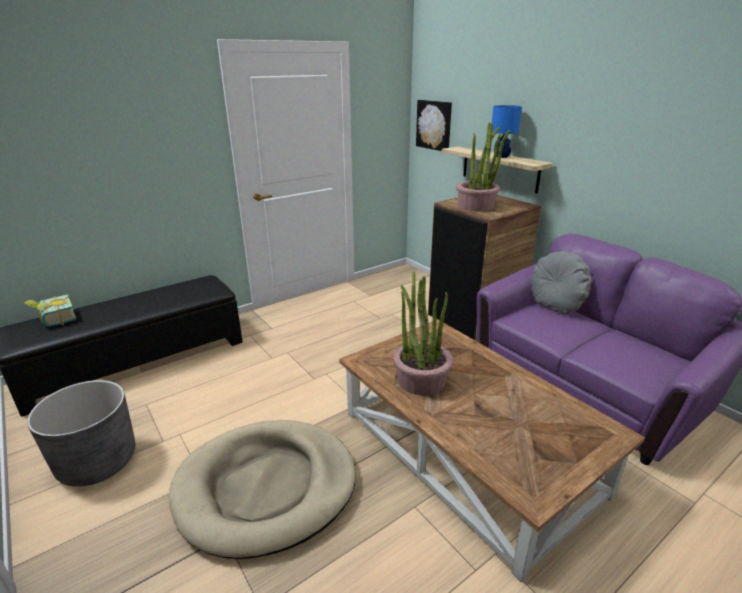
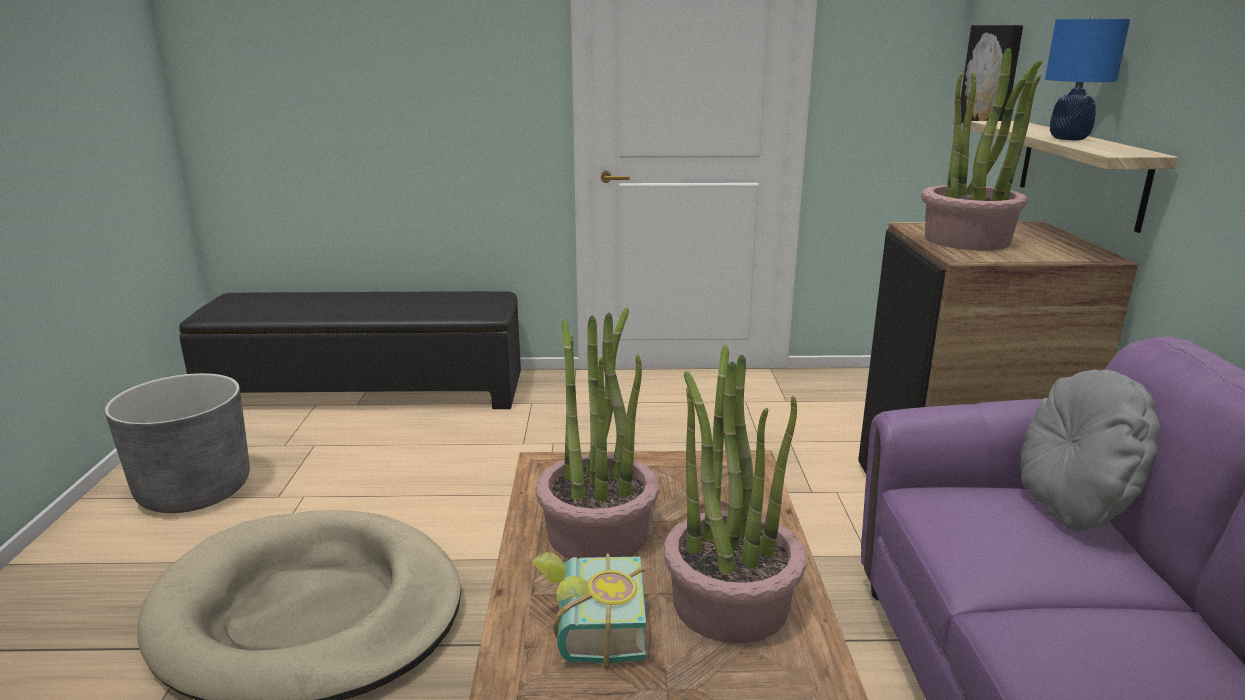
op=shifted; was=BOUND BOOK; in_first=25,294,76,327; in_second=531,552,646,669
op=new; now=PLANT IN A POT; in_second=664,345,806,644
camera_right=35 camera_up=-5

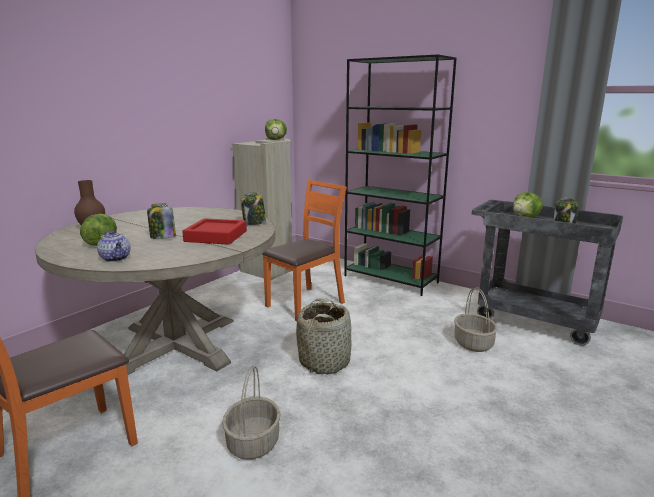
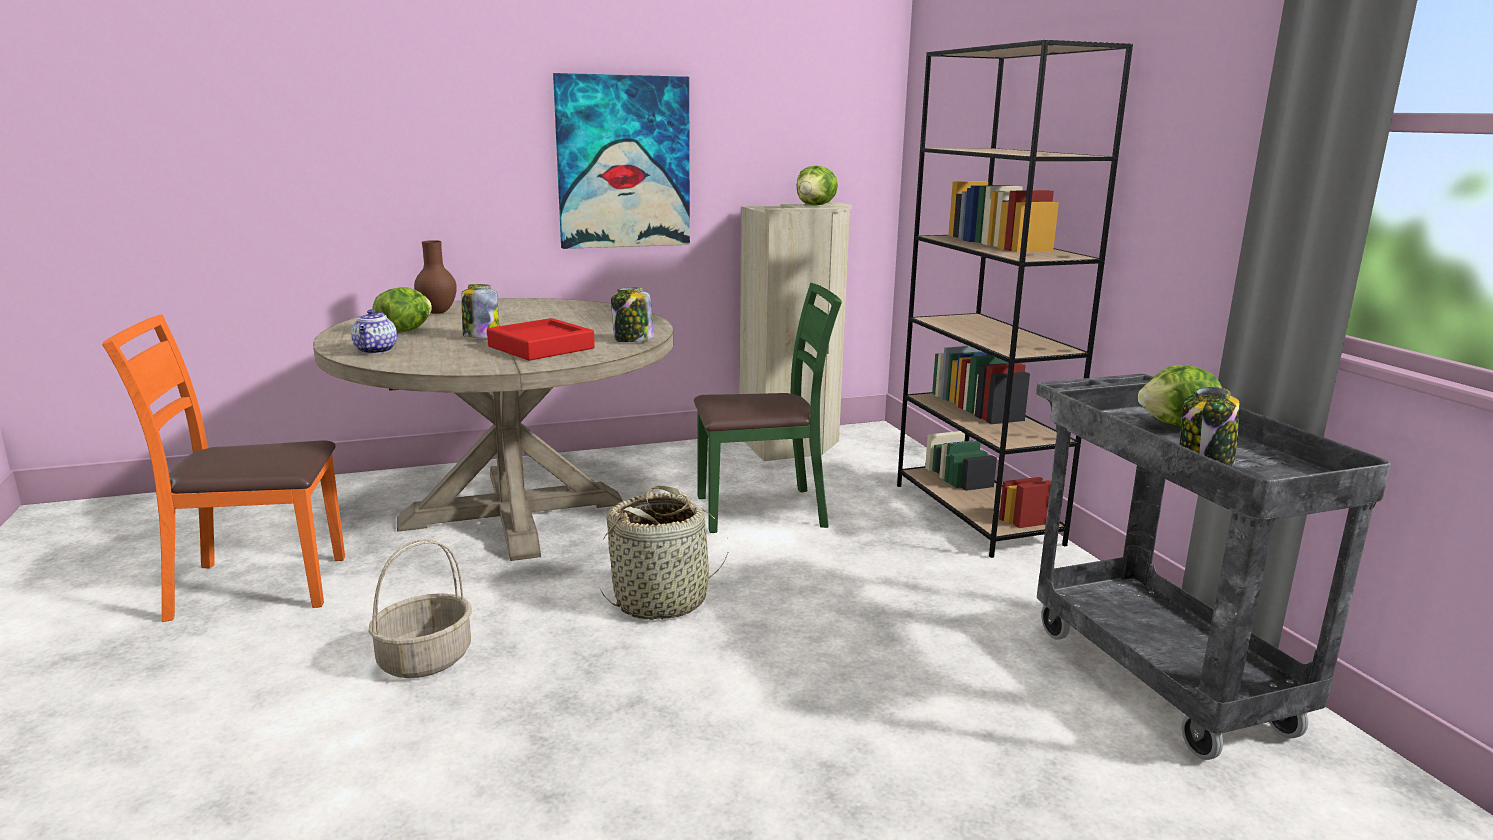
op=repainted; was=ORANGE PLAIN CHAIR; now=GREENISH PLAIN CHAIR; in_first=262,180,347,321; in_second=694,283,842,533
op=repainted; was=GREENISH BOOKCASE; now=BEIGE-COLOURED BOOKCASE; in_first=344,55,457,296; in_second=897,40,1133,558
op=gone; was=STORAGE BASKET; in_first=454,287,498,352
op=new; now=WALL PICTURE; in_second=553,73,690,249
camera_right=35 camera_up=0

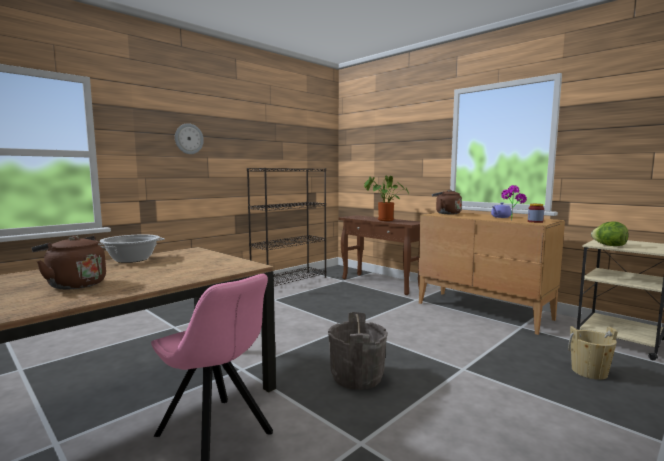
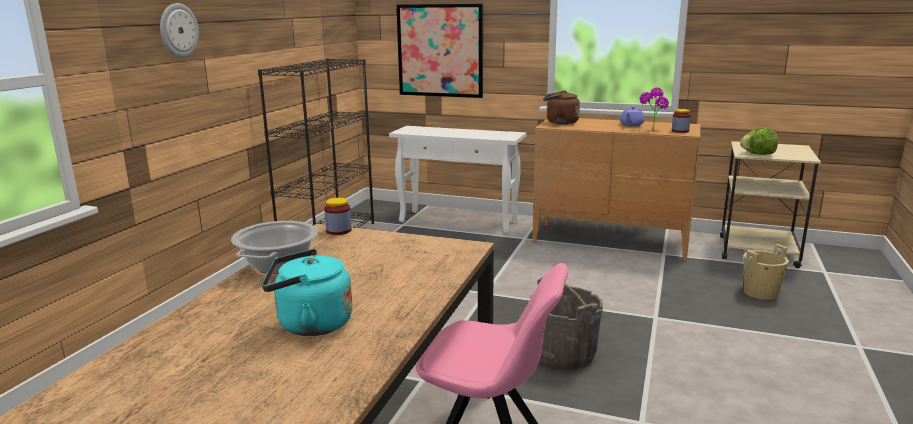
op=repainted; was=BROWN-COLOURED KETTLE; now=TURQUOISE-COLOURED KETTLE; in_first=32,236,106,289; in_second=262,249,352,336
op=repainted; was=BROWN-COLOURED NARROW TABLE; now=WHITE NARROW TABLE; in_first=339,215,420,295; in_second=389,126,527,234
op=gone; was=PLANT IN A POT; in_first=364,175,409,221
op=new; now=STORAGE JAR; in_second=324,198,352,235
op=new; now=WALL PICTURE; in_second=396,4,483,98
camera_right=-25 camera_up=10

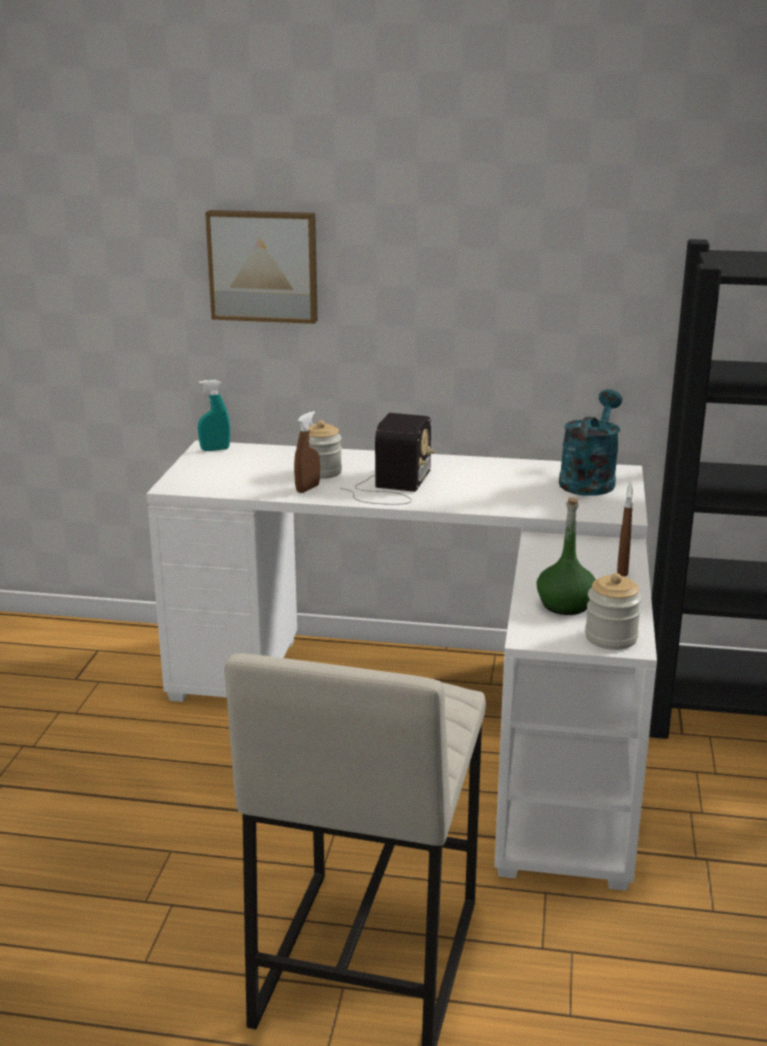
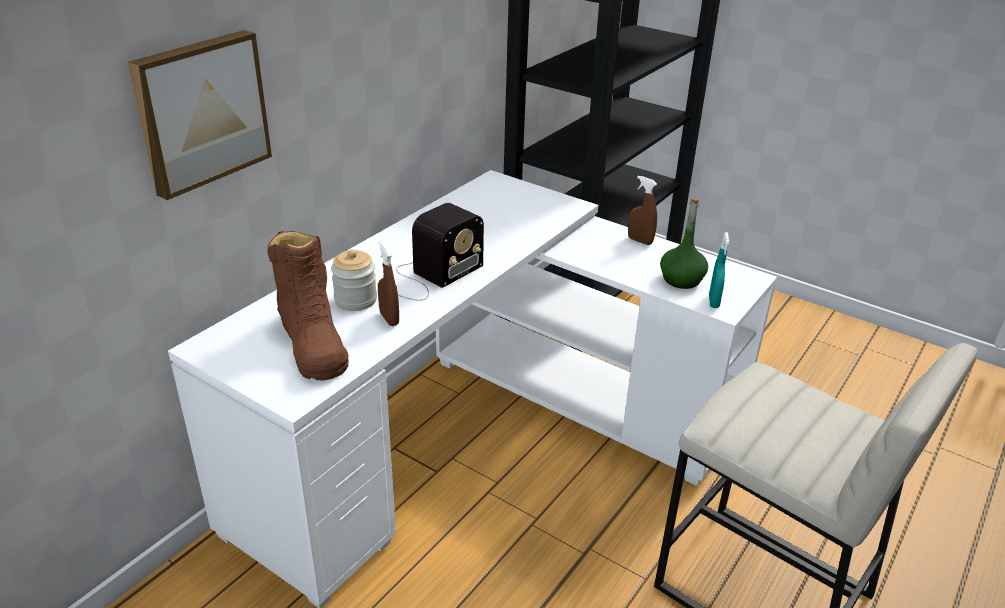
op=shifted; was=TURQUOISE-COLOURED SPRAYER; in_first=198,380,230,451; in_second=709,232,729,308
op=rotated; was=RADIO RECEIVER; in_first=340,413,435,505; in_second=396,203,484,301; clockwise=90
op=gone; was=TURQUOISE-COLOURED SPRINKLING CAN; in_first=559,389,623,496
op=gone; was=STORAGE JAR; in_first=585,573,642,650
op=new; now=BROWN-COLOURED TALL BOOT; in_second=267,231,349,381
camera_right=-65 camera_up=10

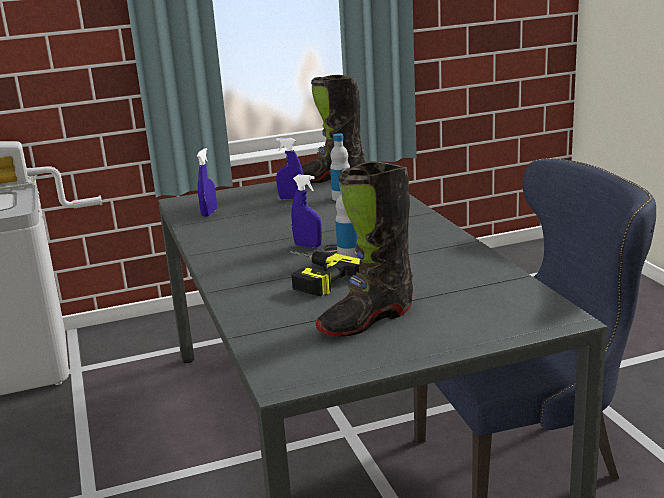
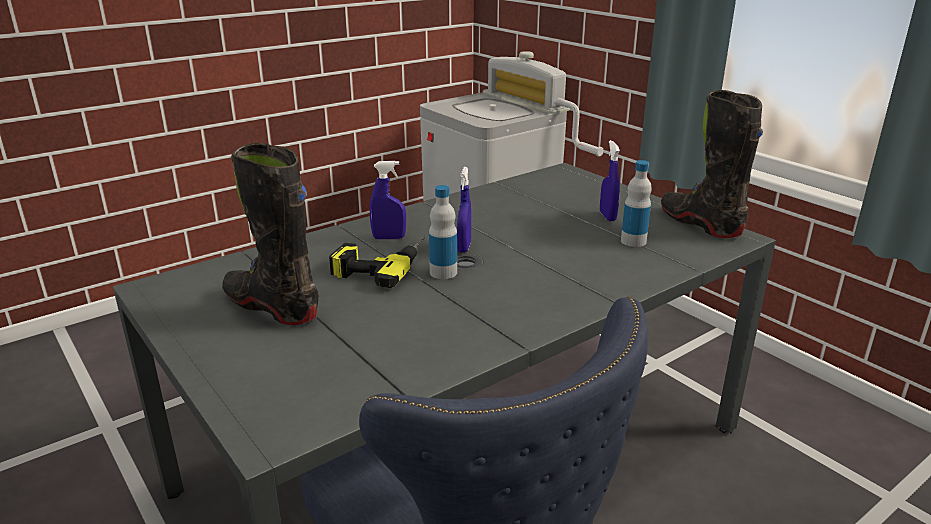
op=shifted; was=BLUISH SPRAYER; in_first=197,148,217,217; in_second=370,161,406,239
camera_right=70 camera_up=5

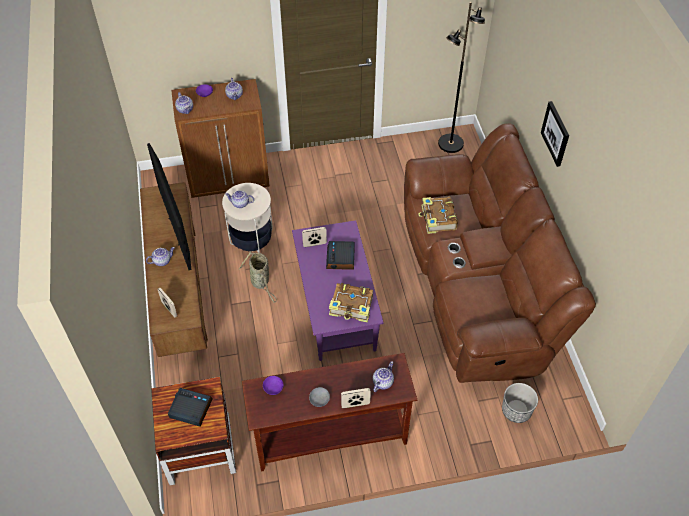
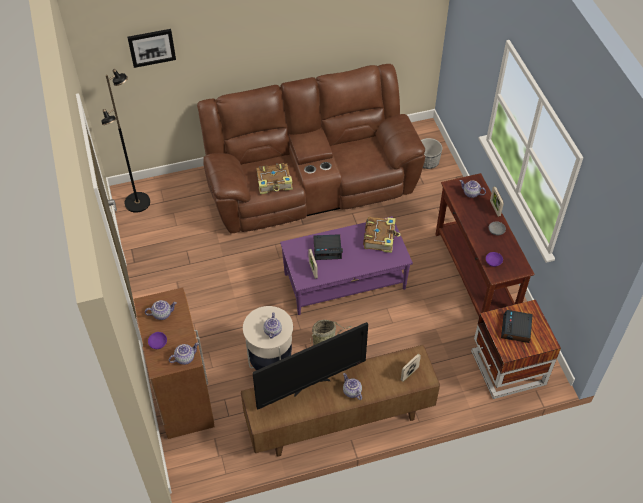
op=shifted; was=WALL PICTURE; in_first=541,101,569,167; in_second=127,29,176,68
camera_right=-95 camera_up=0

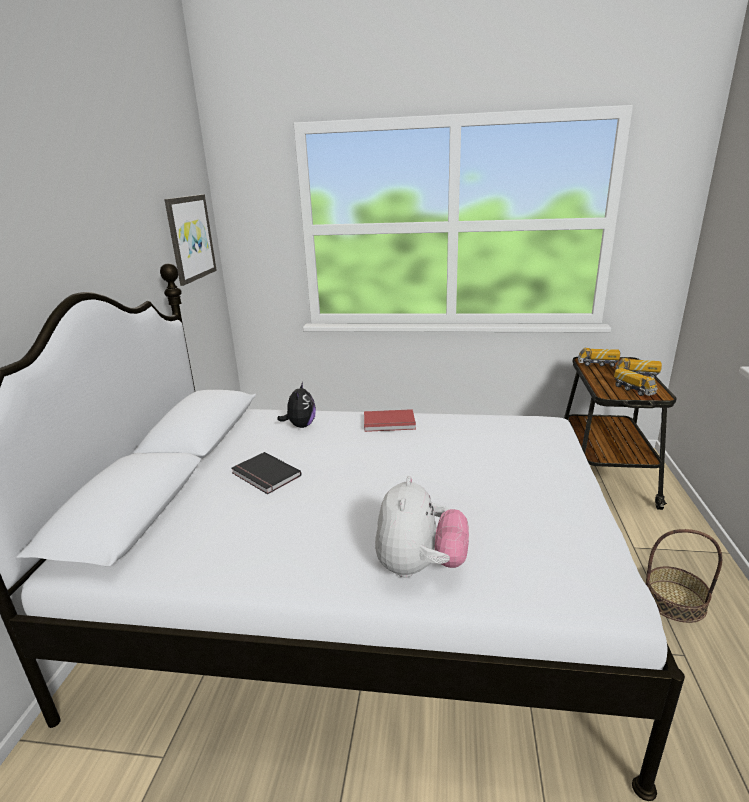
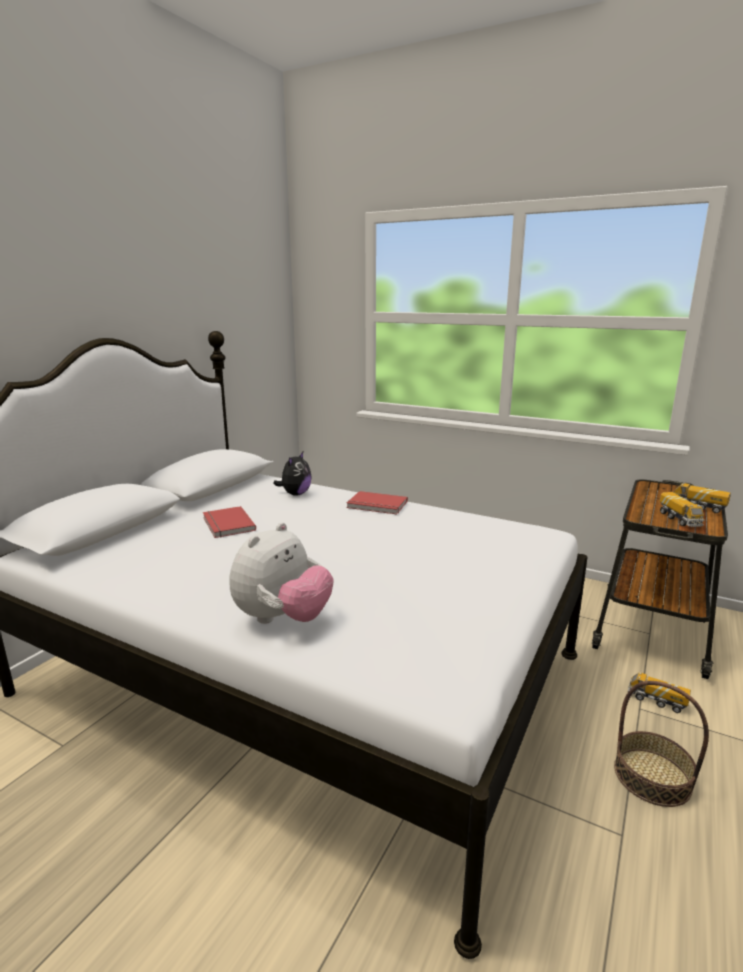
op=gone; was=WALL PICTURE; in_first=164,194,217,286
op=repainted; was=BLACK-COLOURED BOUND BOOK; now=REDDISH BOUND BOOK; in_first=231,452,301,494; in_second=203,506,256,538
op=shifted; was=TOY LORRY; in_first=578,347,620,367; in_second=628,672,691,713
camera_right=20 camera_up=-5

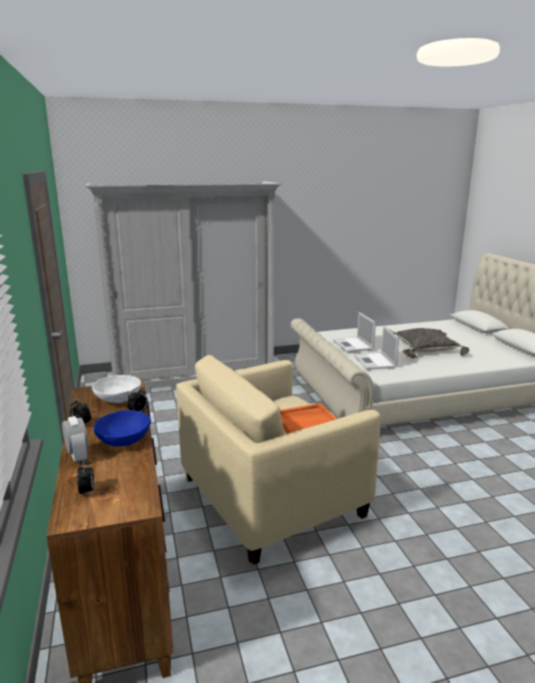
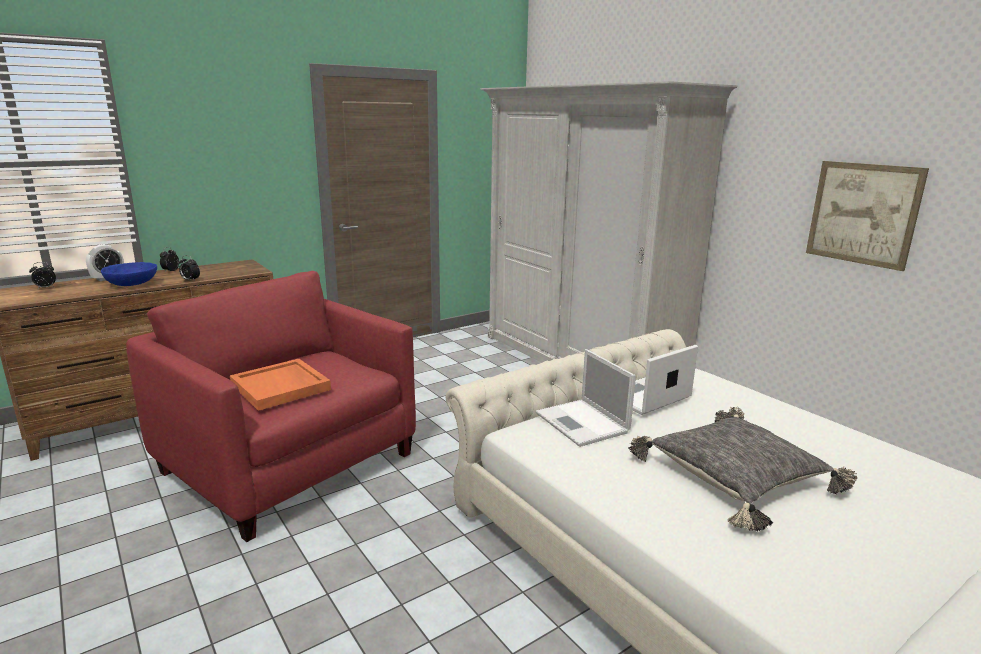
op=gone; was=WHITE SERVING BOWL; in_first=92,375,141,403
op=repainted; was=BEIGE-COLOURED ARMCHAIR; now=REDDISH ARMCHAIR; in_first=176,355,380,565; in_second=126,271,416,542
op=rotated; was=NOTEBOOK COMPUTER; in_first=354,326,399,370; in_second=536,349,636,447; clockwise=-90
op=new; now=WALL PICTURE; in_second=806,161,929,271
camera_right=70 camera_up=0

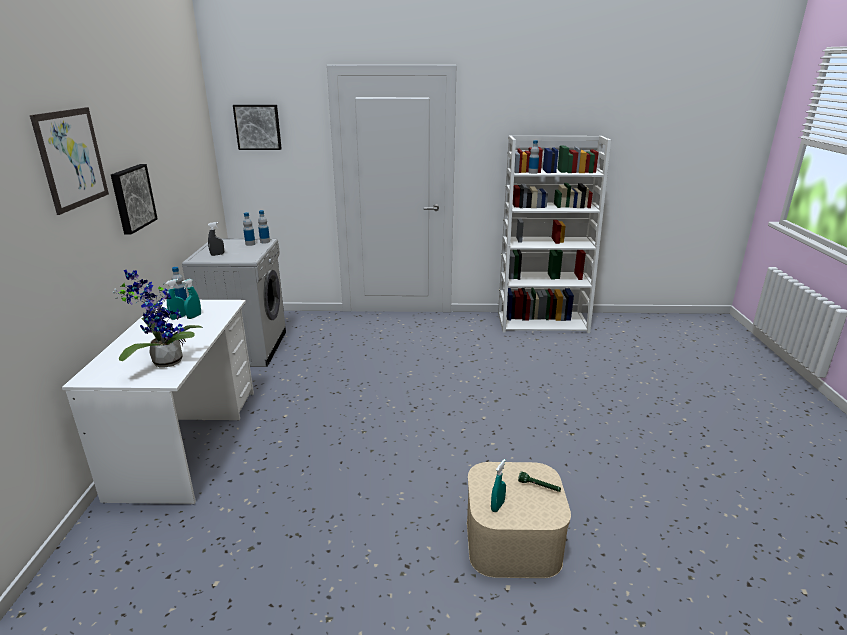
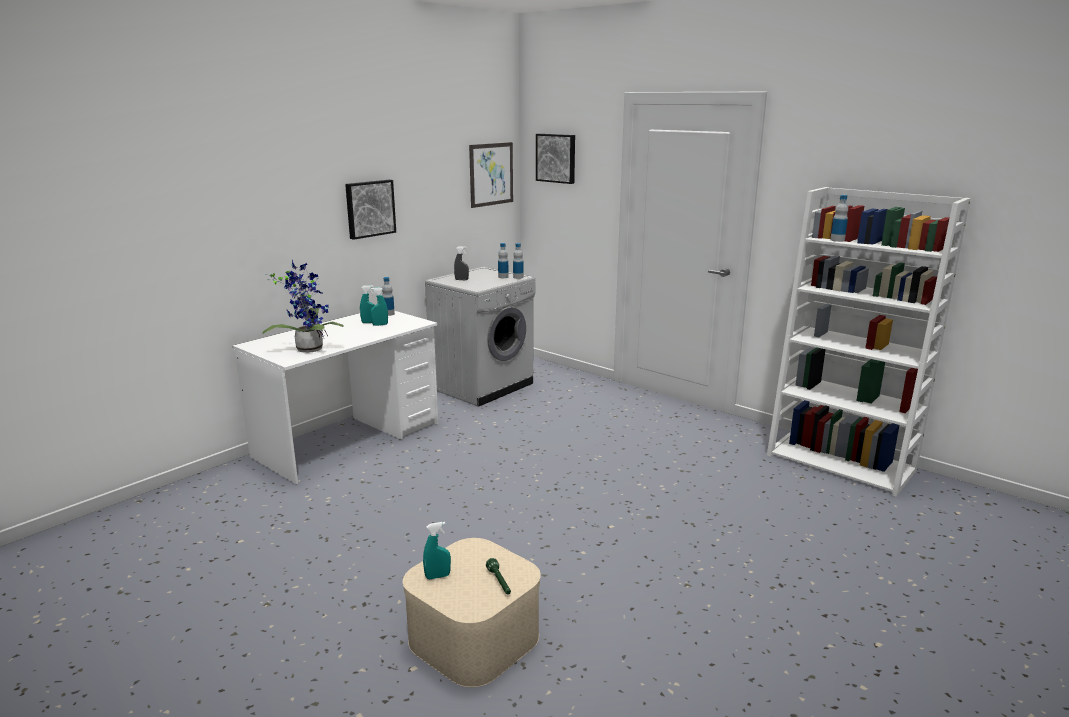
op=shifted; was=WALL PICTURE; in_first=30,107,109,215; in_second=469,142,513,208
camera_right=40 camera_up=-5

